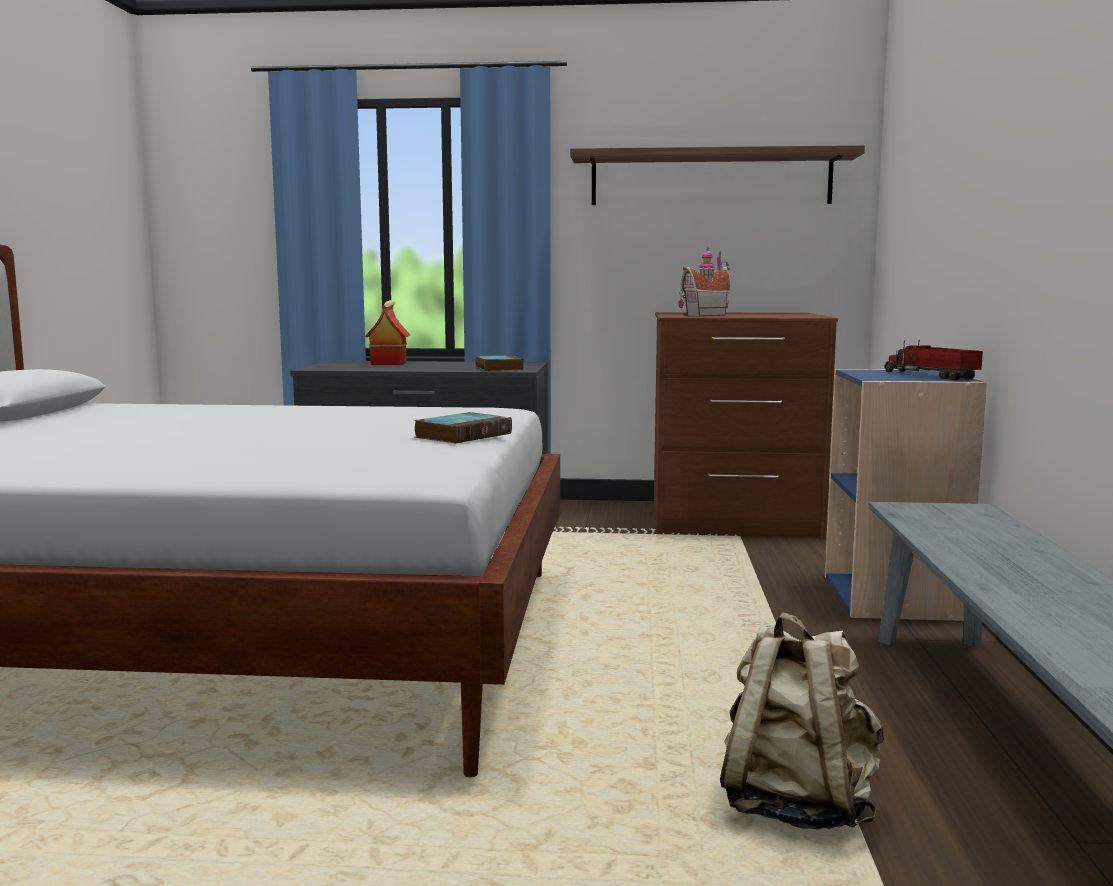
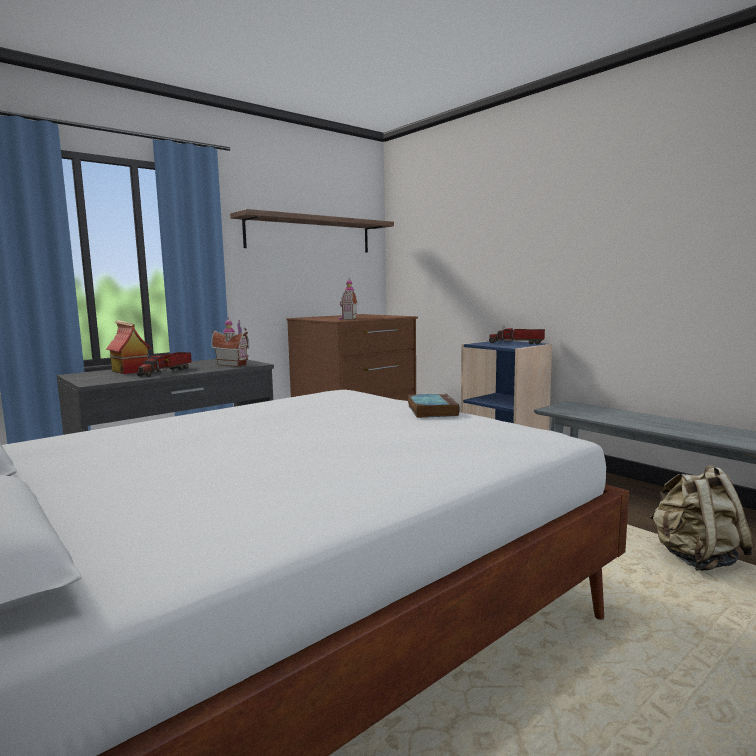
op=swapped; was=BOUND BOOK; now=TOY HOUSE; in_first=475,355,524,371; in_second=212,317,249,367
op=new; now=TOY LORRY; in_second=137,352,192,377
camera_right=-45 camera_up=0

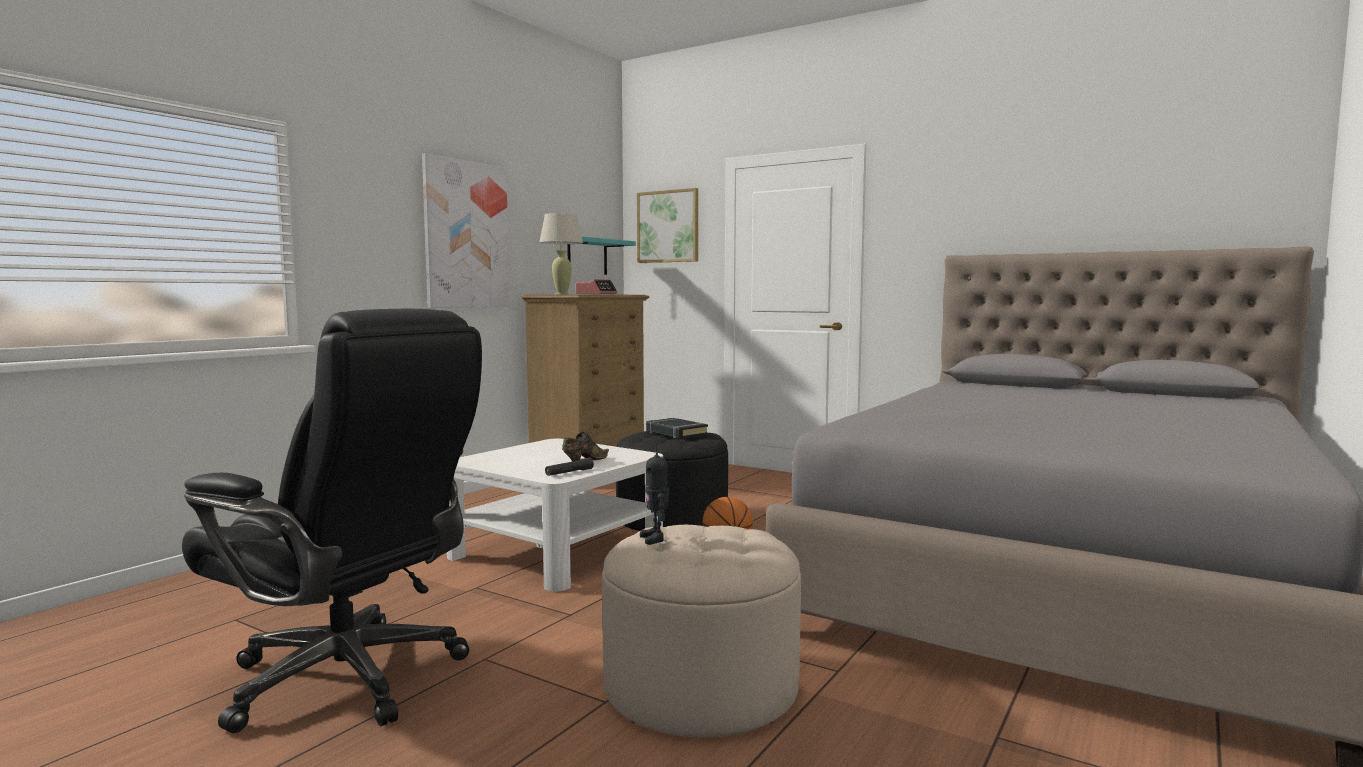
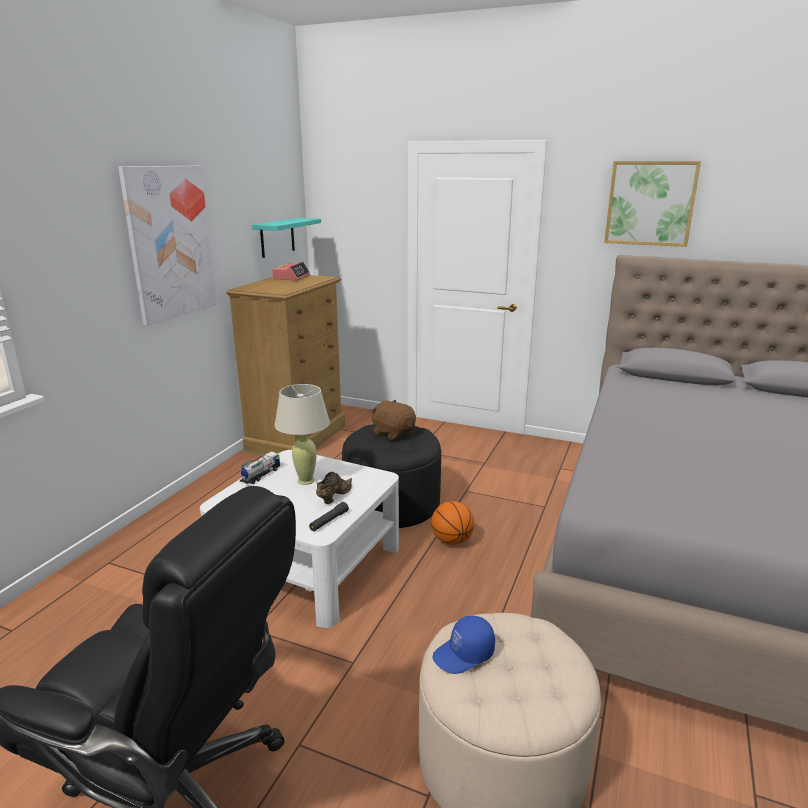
op=shifted; was=BEIGE-COLOURED LAMP FOR A TABLE; in_first=539,213,583,294; in_second=274,384,330,485
op=shifted; was=WALL PICTURE; in_first=637,188,698,263; in_second=604,161,701,247
op=swapped; was=TOY ROBOT; now=BLUISH BASEBALL CAP; in_first=640,444,669,545; in_second=433,616,495,674
op=swapped; was=BLACK-COLOURED BOUND BOOK; now=BROWN-COLOURED CUDDLY TOY; in_first=646,418,708,439; in_second=371,400,416,440
op=new; now=TOY LORRY; in_second=240,451,280,484
camera_right=-10 camera_up=15

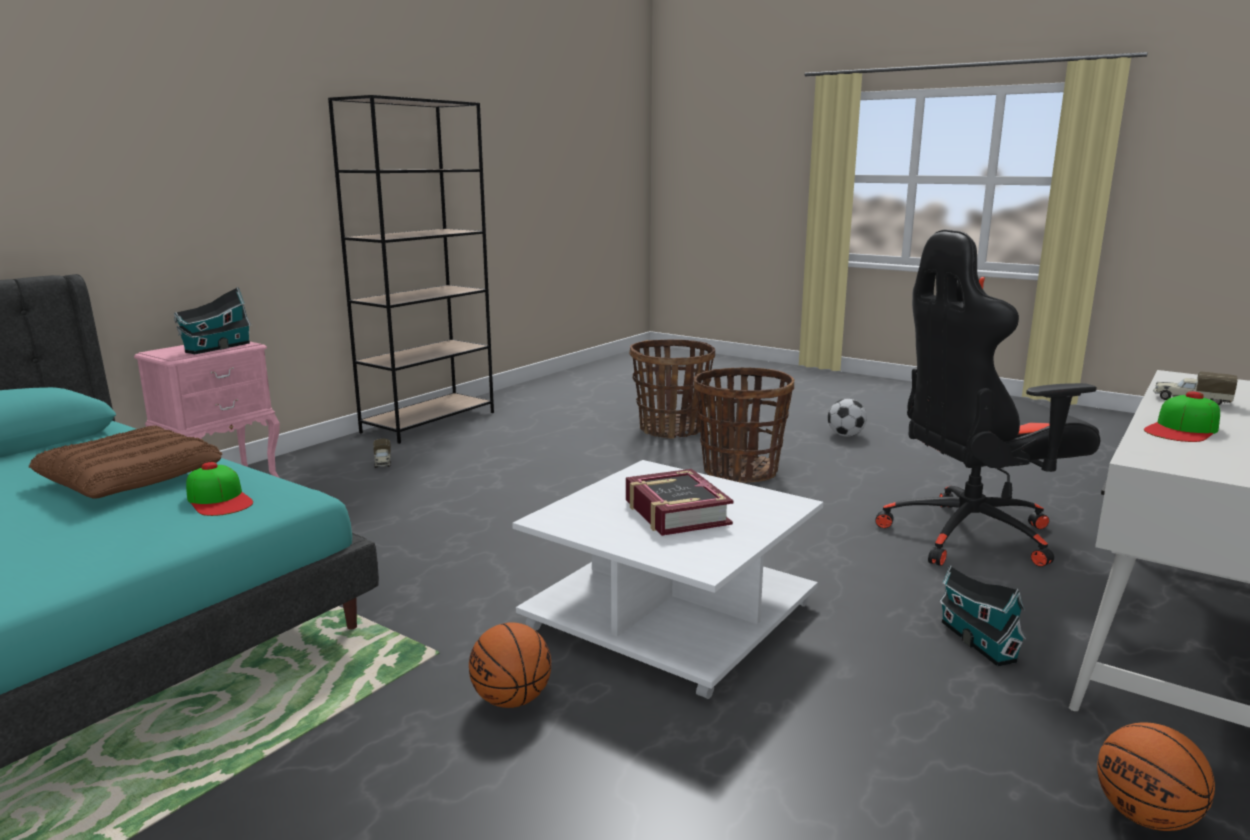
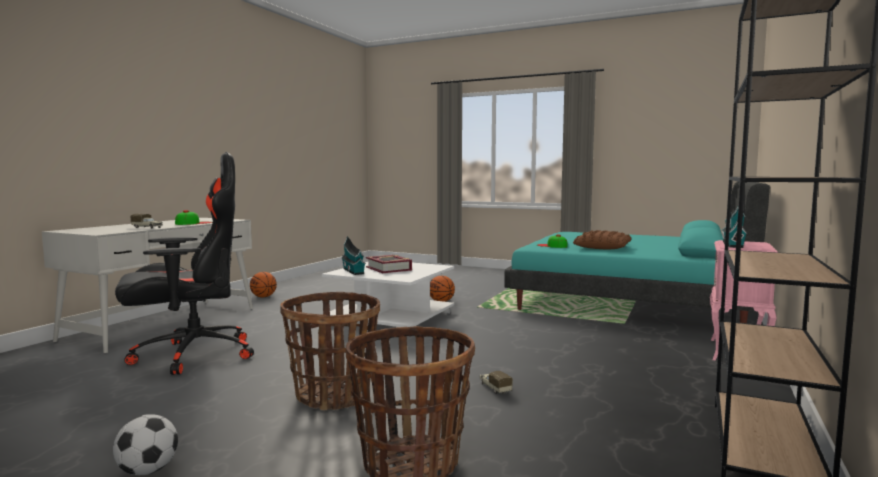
op=shifted; was=TOY LORRY; in_first=373,439,391,468; in_second=479,371,513,394
op=shifted; was=TOY HOUSE; in_first=939,566,1027,666; in_second=341,236,366,275
camera_right=170 camera_up=-10

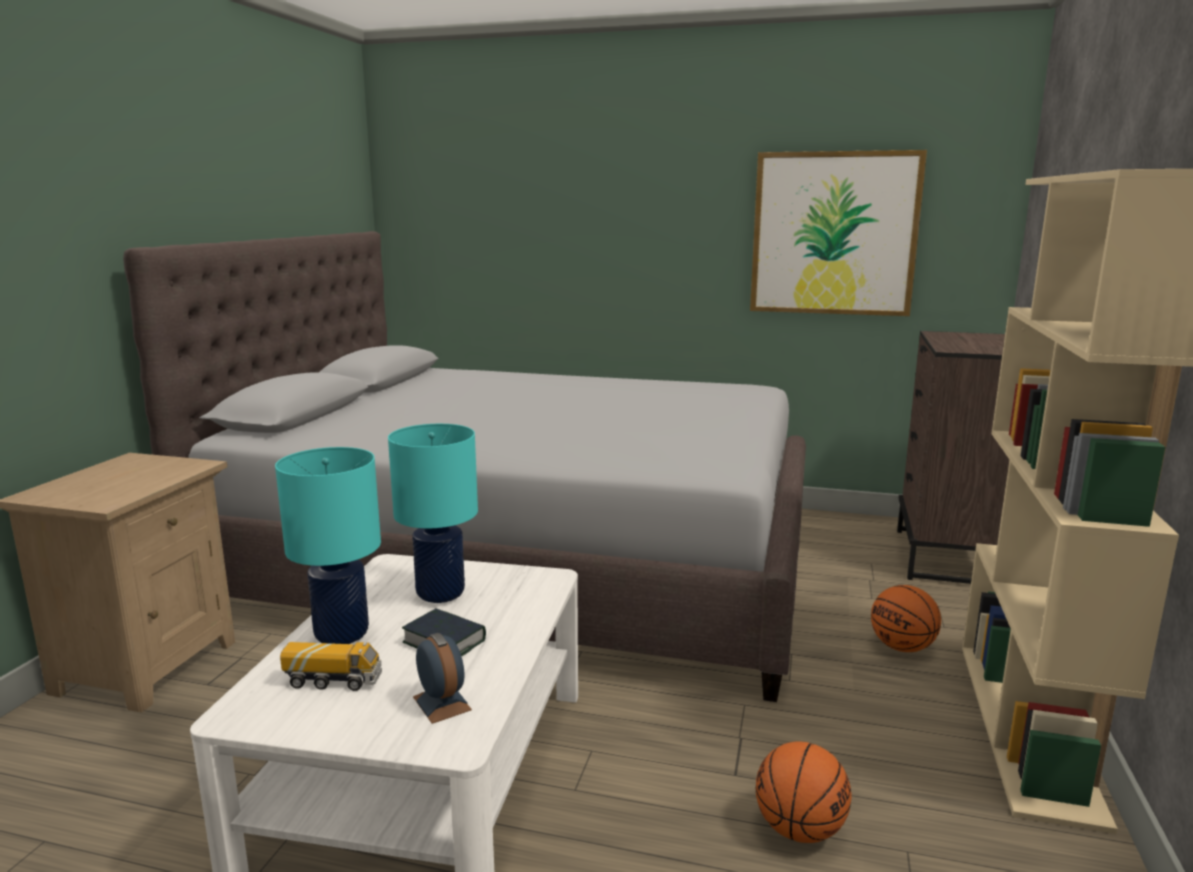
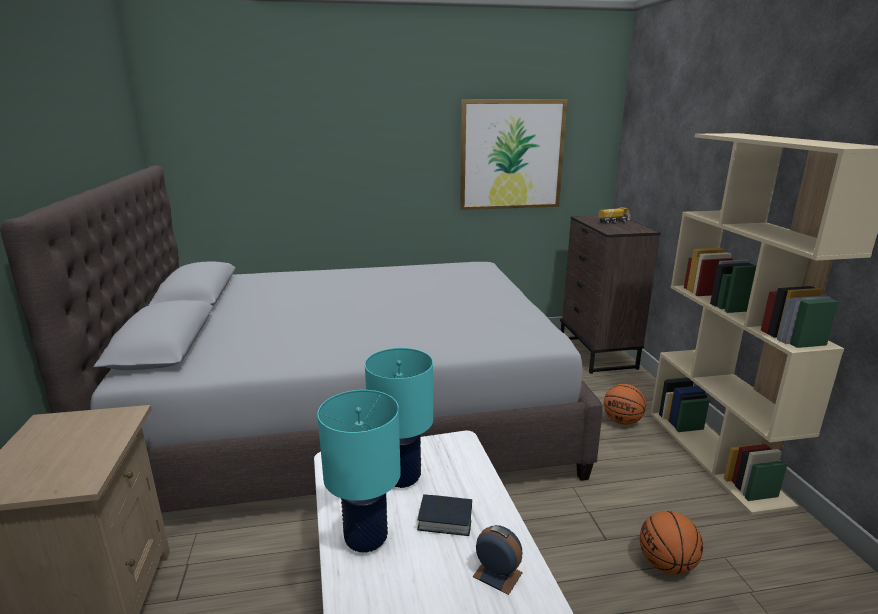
op=shifted; was=TOY LORRY; in_first=280,642,382,691; in_second=598,207,631,224
camera_right=-25 camera_up=5

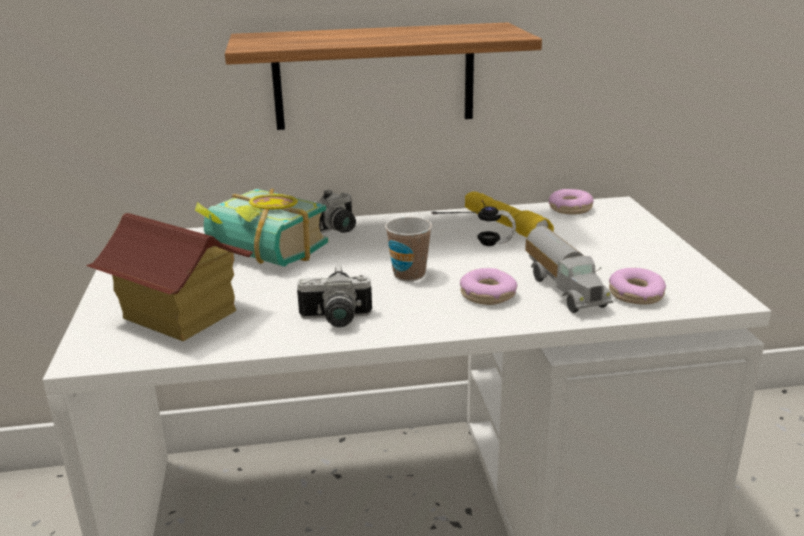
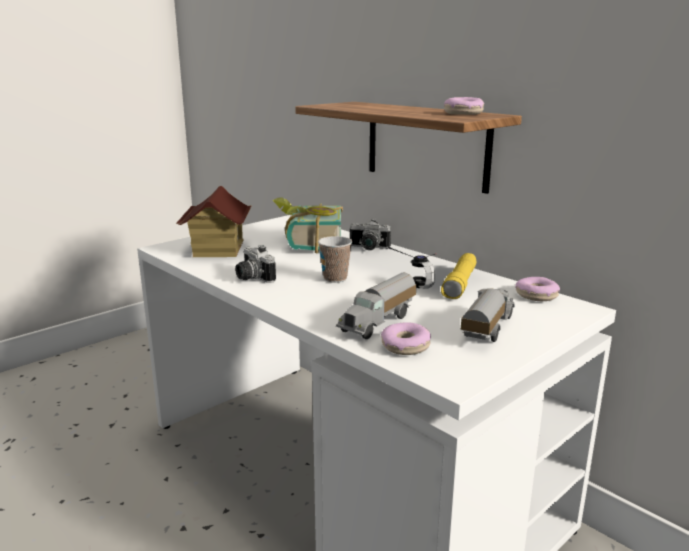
op=shifted; was=RING DOUGHNUT; in_first=460,268,518,305; in_second=444,97,484,115
op=new; now=TOY LORRY; in_second=461,288,515,342
camera_right=55 camera_up=-5

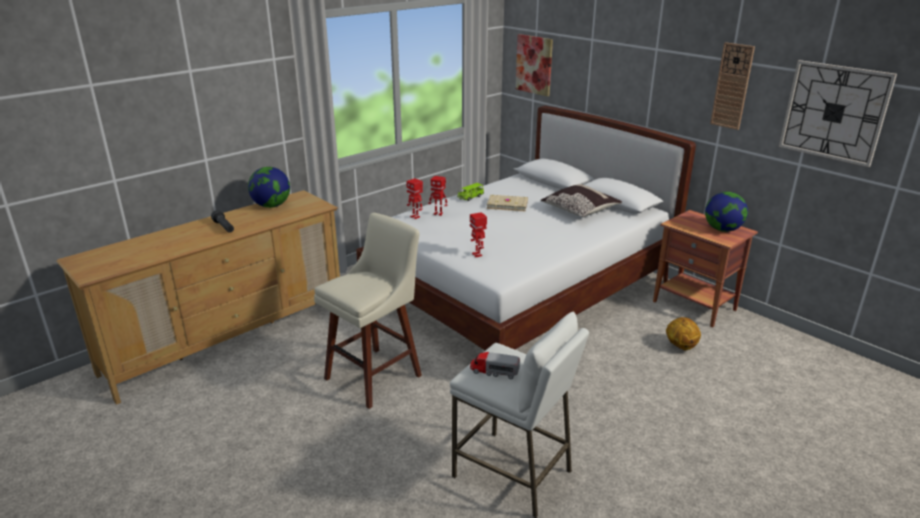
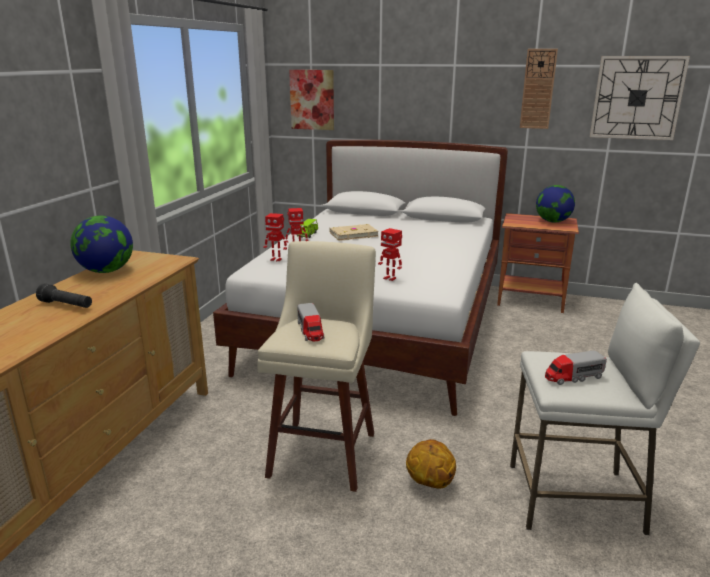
op=gone; was=CUSHION; in_first=541,184,622,217
op=shifted; was=BASKETBALL; in_first=666,317,701,350; in_second=406,439,456,489
op=new; now=TOY LORRY; in_second=297,303,324,342
camera_right=-30 camera_up=-5

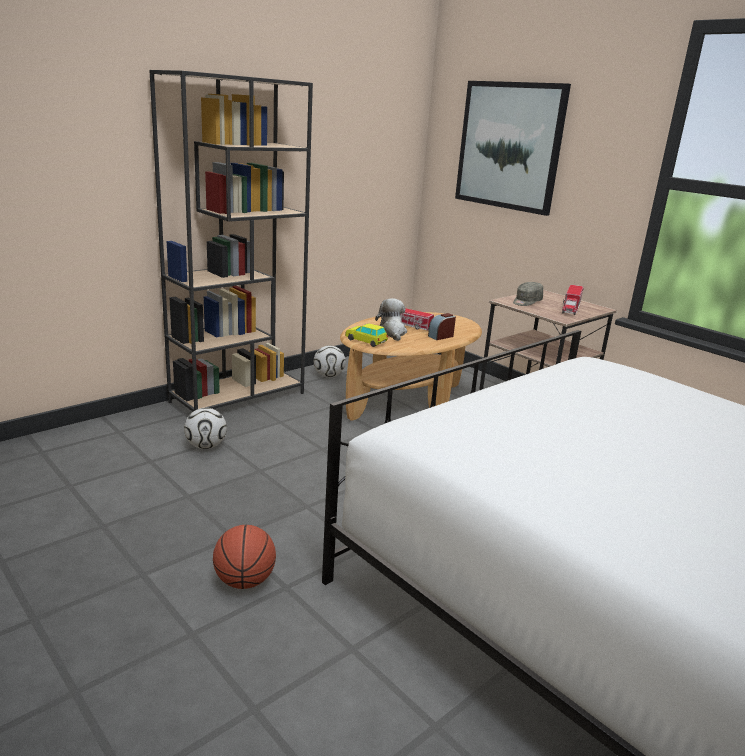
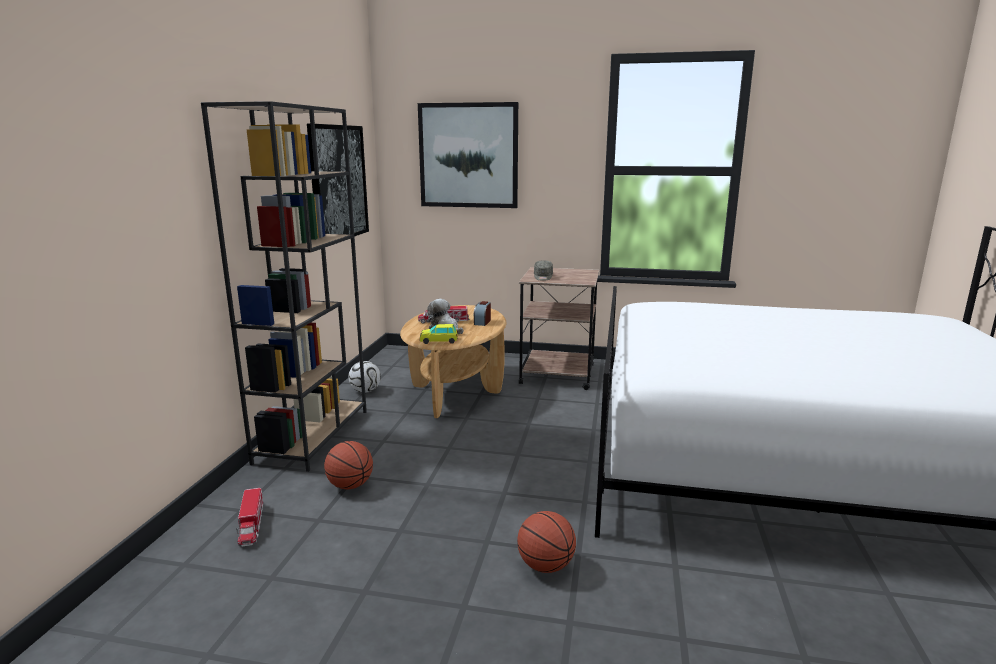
op=swapped; was=FOOTBALL BALL; now=BASKETBALL; in_first=184,408,227,449; in_second=324,441,373,489
op=shifted; was=TOY LORRY; in_first=562,285,584,315; in_second=236,488,263,547
op=new; now=WALL PICTURE; in_second=307,124,369,237
camera_right=-35 camera_up=-5

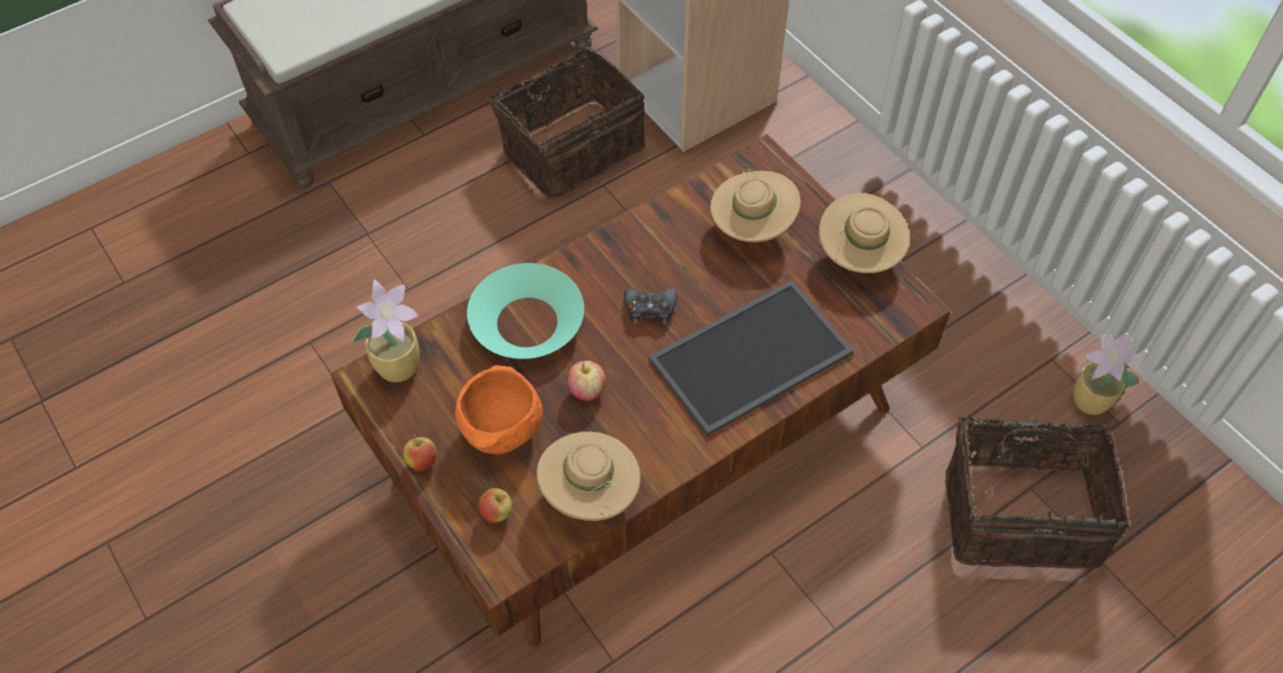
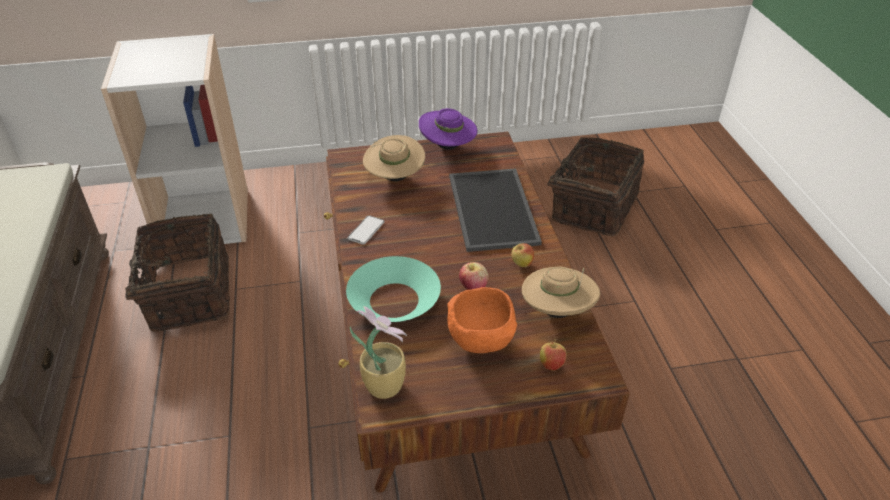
op=shifted; was=WHOLE APPLE; in_first=403,434,436,471; in_second=511,243,534,267
op=gone; was=BLACK-COLOURED GAMEPAD; in_first=624,288,677,324
op=repainted; was=BEIGE-COLOURED WEARABLE HAT; now=PURPLE-COLOURED WEARABLE HAT; in_first=819,193,910,273; in_second=419,108,477,150
op=gone; was=PLANT IN A POT; in_first=1074,333,1140,415
op=new; now=HANDSET; in_second=347,215,385,245
camera_right=-65 camera_up=-15

